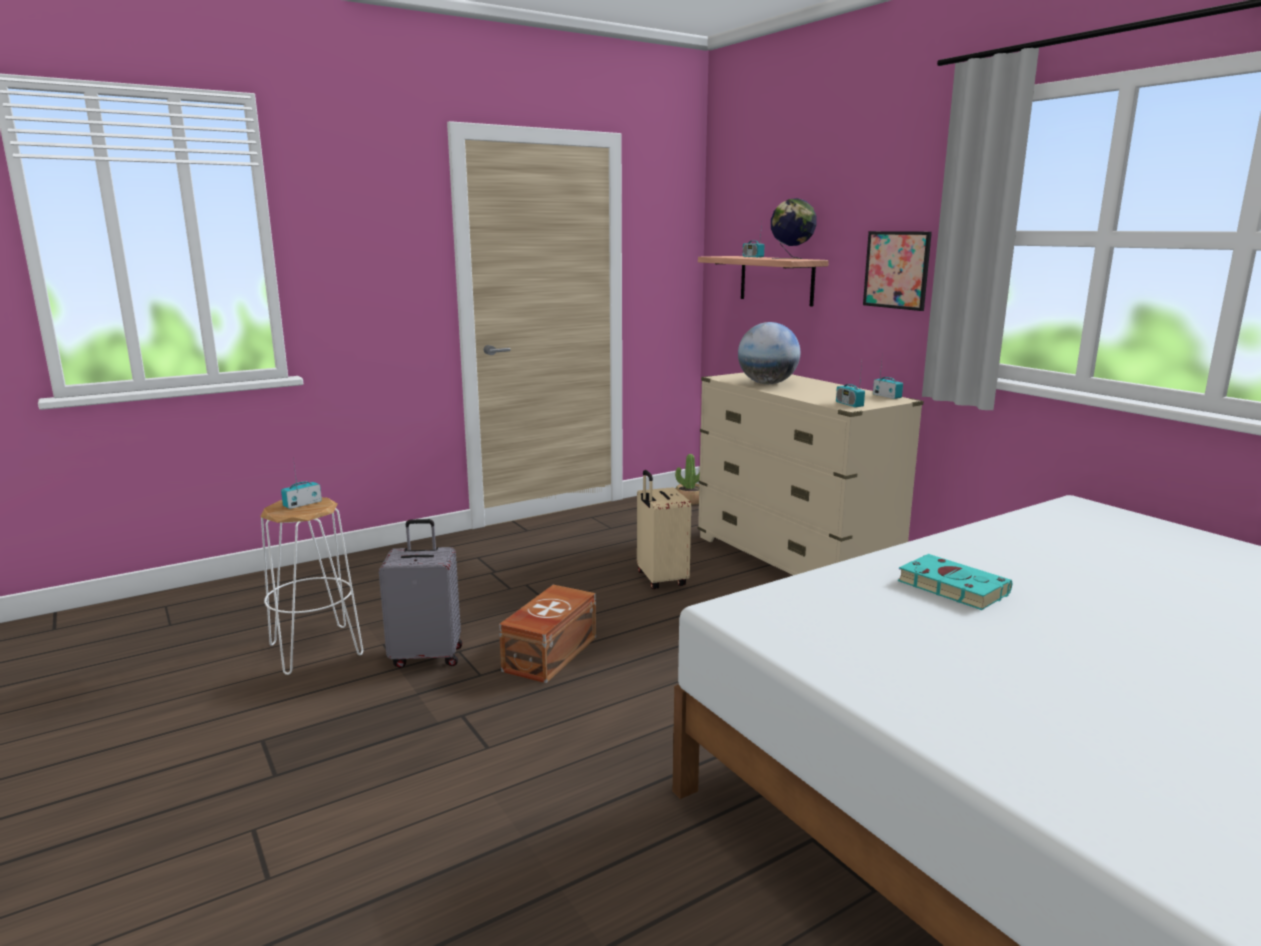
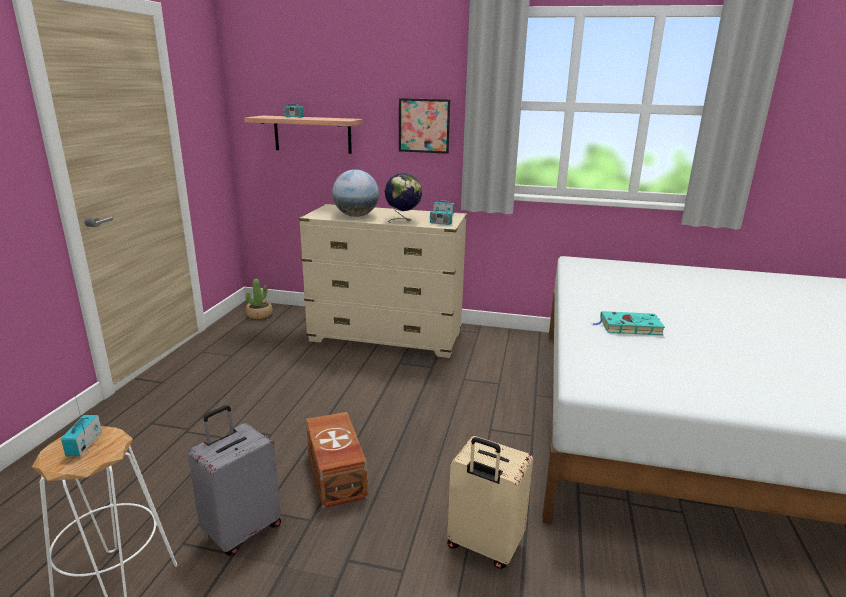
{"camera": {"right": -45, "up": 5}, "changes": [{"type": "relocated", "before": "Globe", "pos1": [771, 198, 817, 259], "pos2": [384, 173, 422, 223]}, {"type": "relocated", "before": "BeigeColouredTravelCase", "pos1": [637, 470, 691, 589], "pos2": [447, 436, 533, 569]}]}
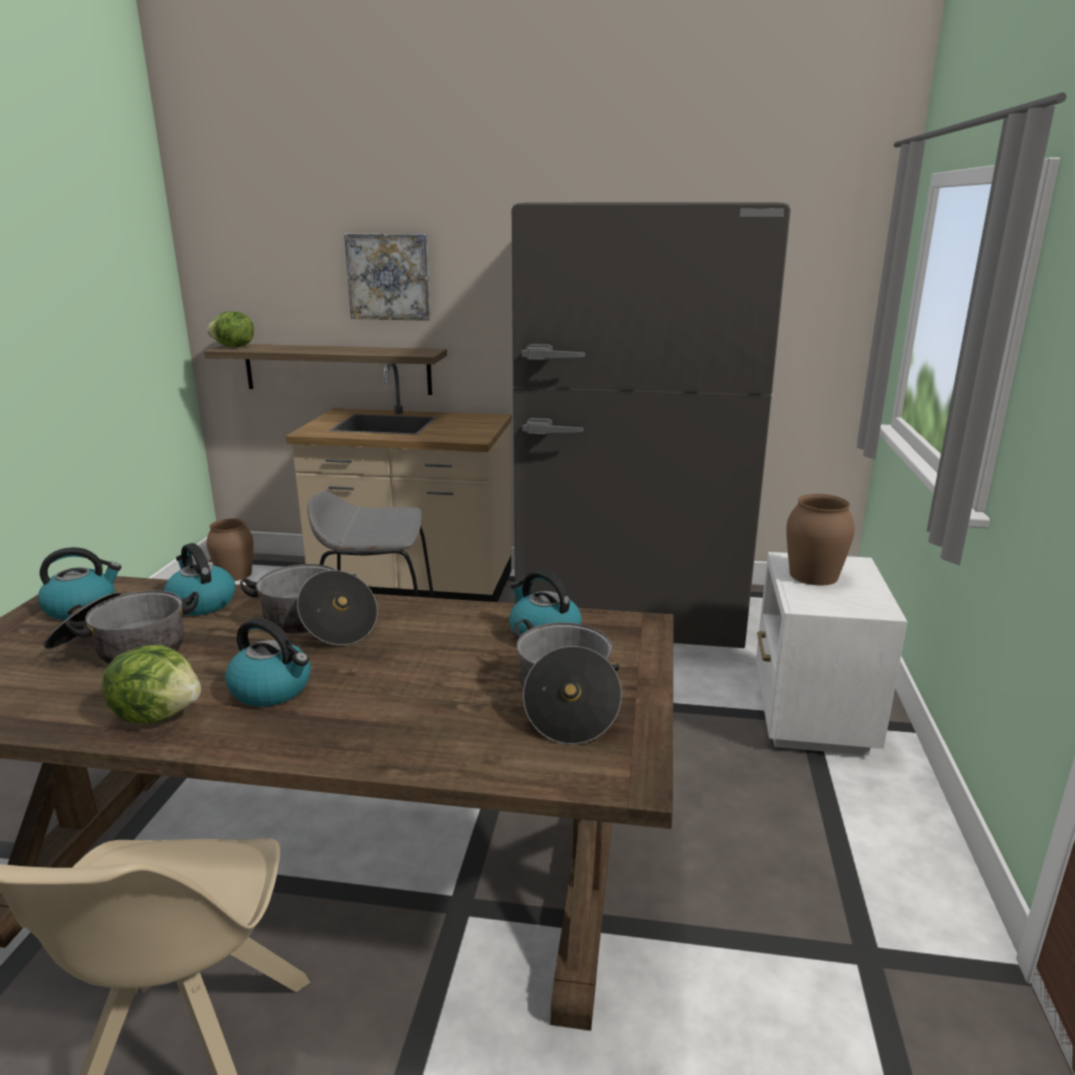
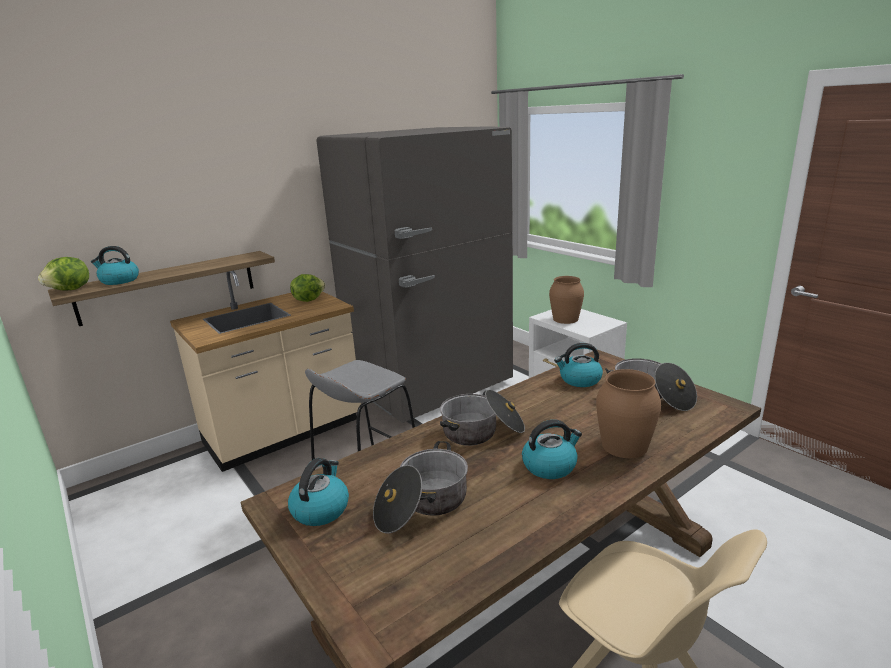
{"camera": {"right": -45, "up": 0}, "changes": [{"type": "missing", "before": "WallPicture", "pos1": [344, 234, 431, 321]}, {"type": "relocated", "before": "BrownishVase", "pos1": [206, 518, 254, 581], "pos2": [596, 369, 661, 458]}, {"type": "relocated", "before": "TeaKettle", "pos1": [164, 543, 235, 616], "pos2": [91, 246, 139, 285]}, {"type": "relocated", "before": "LettuceHead", "pos1": [101, 645, 201, 724], "pos2": [290, 274, 326, 302]}]}
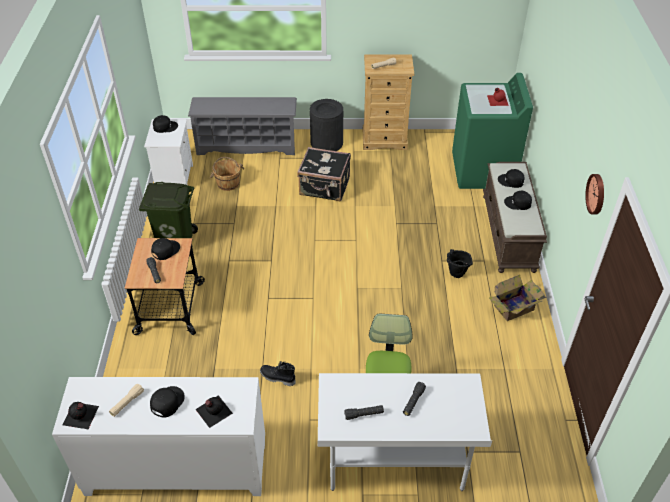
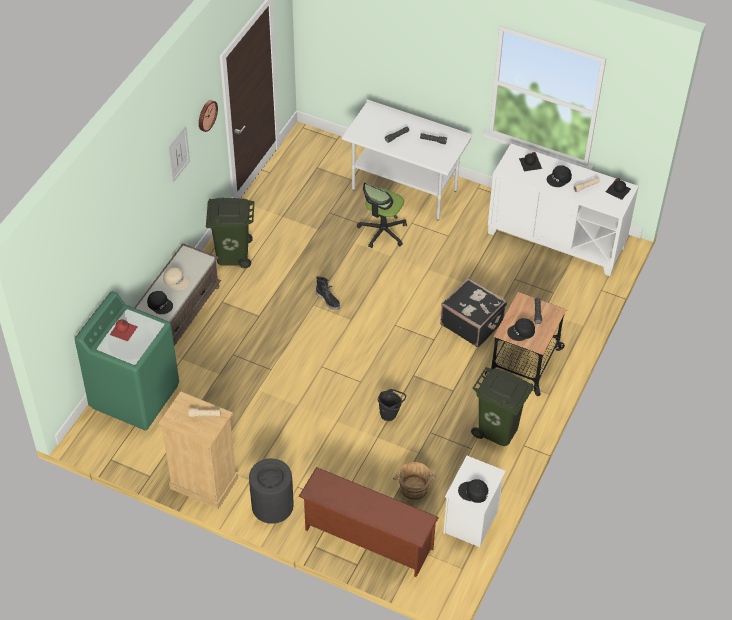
{"camera": {"right": -155, "up": 5}, "changes": [{"type": "colour", "before": "GreyishShoeShelf", "after": "BrownishShoeShelf", "pos1": [188, 97, 297, 155], "pos2": [299, 467, 439, 577]}, {"type": "relocated", "before": "BlackishTravelCase", "pos1": [297, 147, 351, 201], "pos2": [440, 278, 507, 348]}, {"type": "colour", "before": "BlackishBaseballCap", "after": "BeigeColouredBaseballCap", "pos1": [504, 191, 532, 210], "pos2": [163, 267, 189, 290]}, {"type": "relocated", "before": "BlackishBucket", "pos1": [447, 249, 473, 278], "pos2": [378, 389, 406, 421]}, {"type": "exchanged", "before": "Carton", "after": "GreenColouredTrashCan", "pos1": [489, 275, 546, 321], "pos2": [206, 197, 255, 268]}, {"type": "relocated", "before": "BlackishBoot", "pos1": [260, 361, 296, 386], "pos2": [316, 276, 340, 310]}, {"type": "appeared", "after": "WallPicture", "pos2": [168, 125, 190, 183]}]}
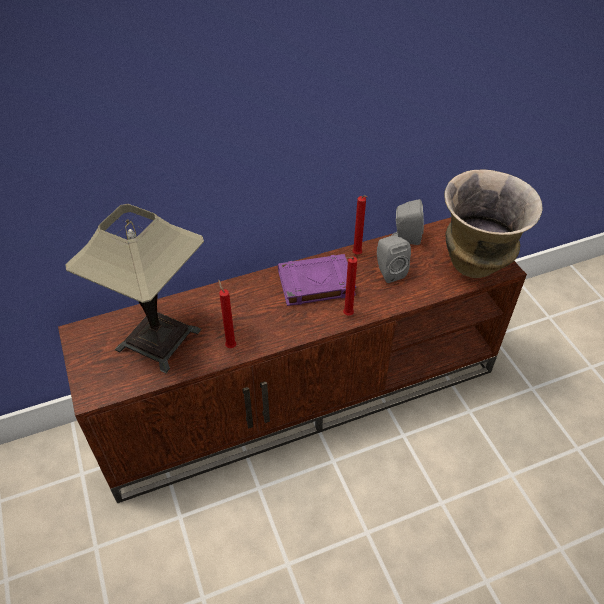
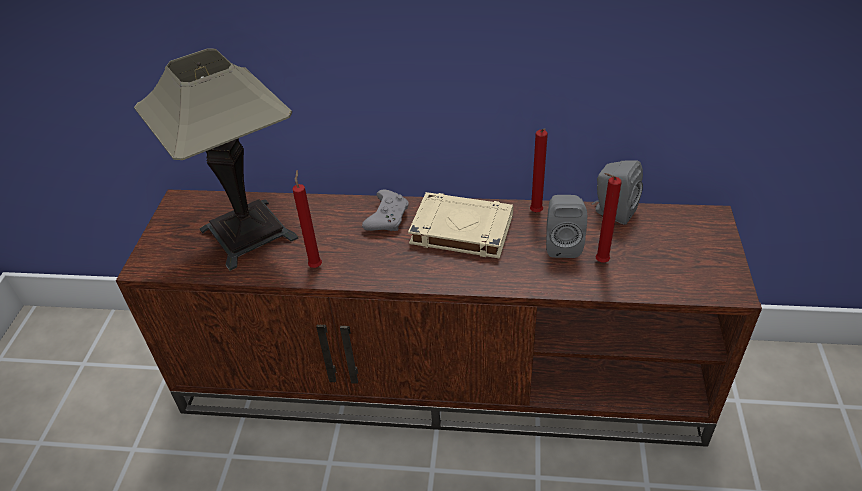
{"camera": {"right": 30, "up": -5}, "changes": [{"type": "missing", "before": "Vase", "pos1": [444, 170, 542, 278]}, {"type": "colour", "before": "PurpleBoundBook", "after": "BeigeColouredBoundBook", "pos1": [278, 254, 356, 306], "pos2": [408, 192, 513, 259]}, {"type": "relocated", "before": "RedCandle", "pos1": [343, 257, 357, 316], "pos2": [595, 173, 622, 262]}, {"type": "appeared", "after": "GreyishGameController", "pos2": [362, 189, 409, 231]}]}
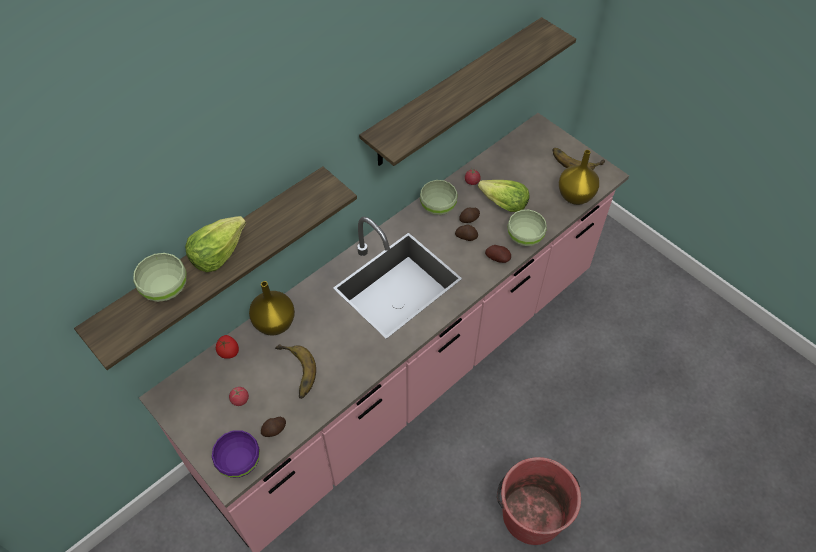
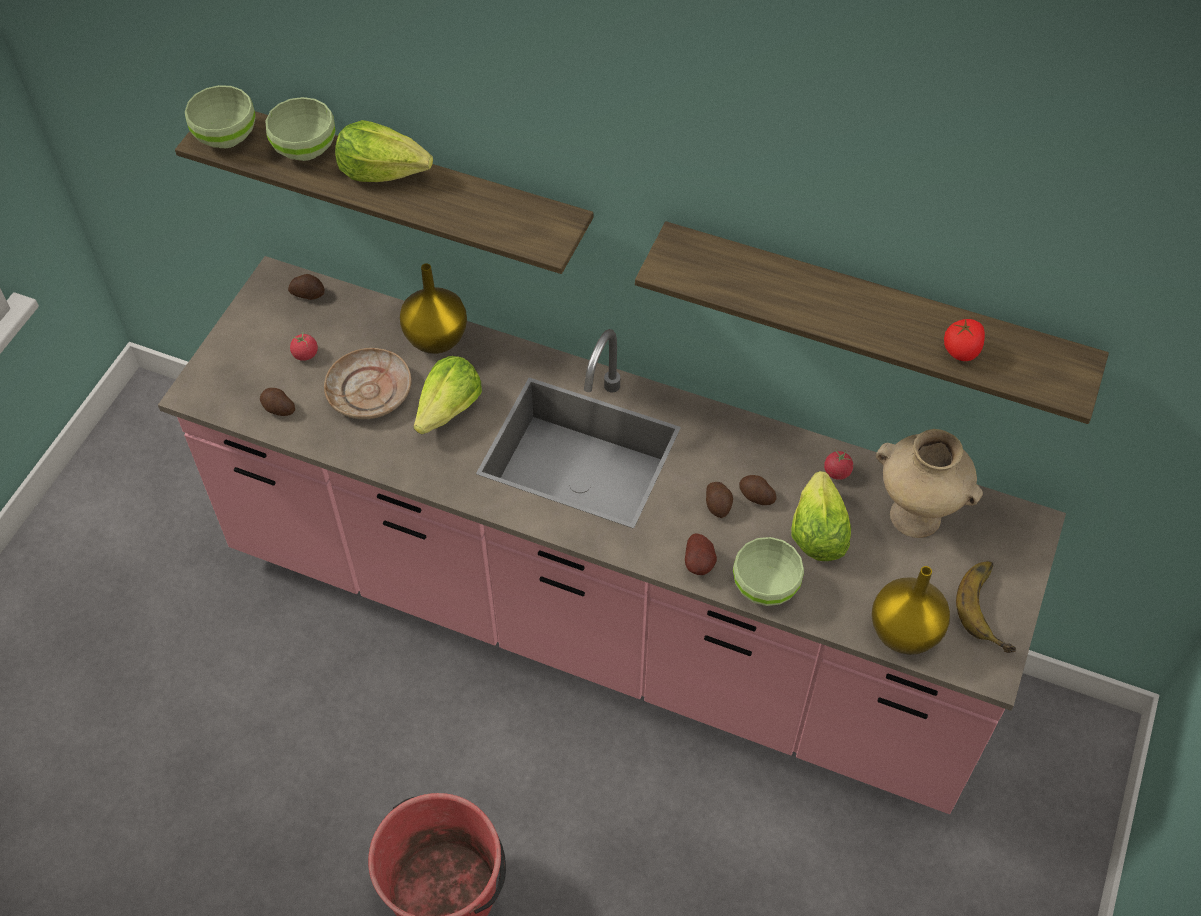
{"camera": {"right": 65, "up": 0}, "changes": [{"type": "relocated", "before": "GreenColouredBowl", "pos1": [420, 180, 457, 215], "pos2": [185, 85, 256, 148]}, {"type": "relocated", "before": "Tomato", "pos1": [216, 335, 239, 359], "pos2": [944, 319, 985, 361]}, {"type": "exchanged", "before": "Banana", "after": "BeigeColouredDinnerPlate", "pos1": [275, 344, 316, 399], "pos2": [324, 348, 411, 419]}, {"type": "missing", "before": "PurpleBowl", "pos1": [212, 430, 260, 478]}, {"type": "appeared", "after": "Spud", "pos2": [288, 274, 325, 300]}, {"type": "appeared", "after": "LettuceHead", "pos2": [414, 356, 482, 434]}, {"type": "appeared", "after": "BeigeColouredVase", "pos2": [876, 429, 983, 538]}]}
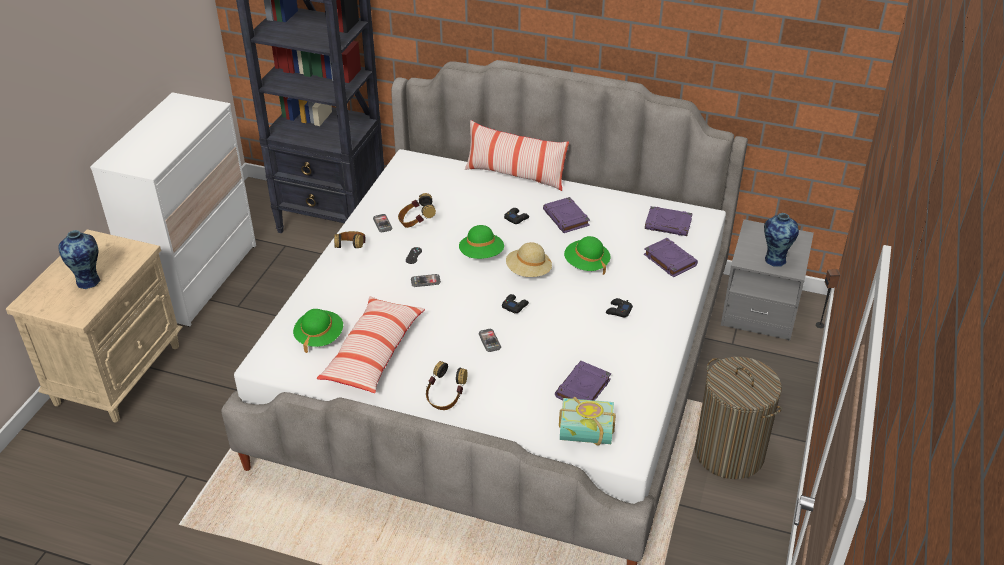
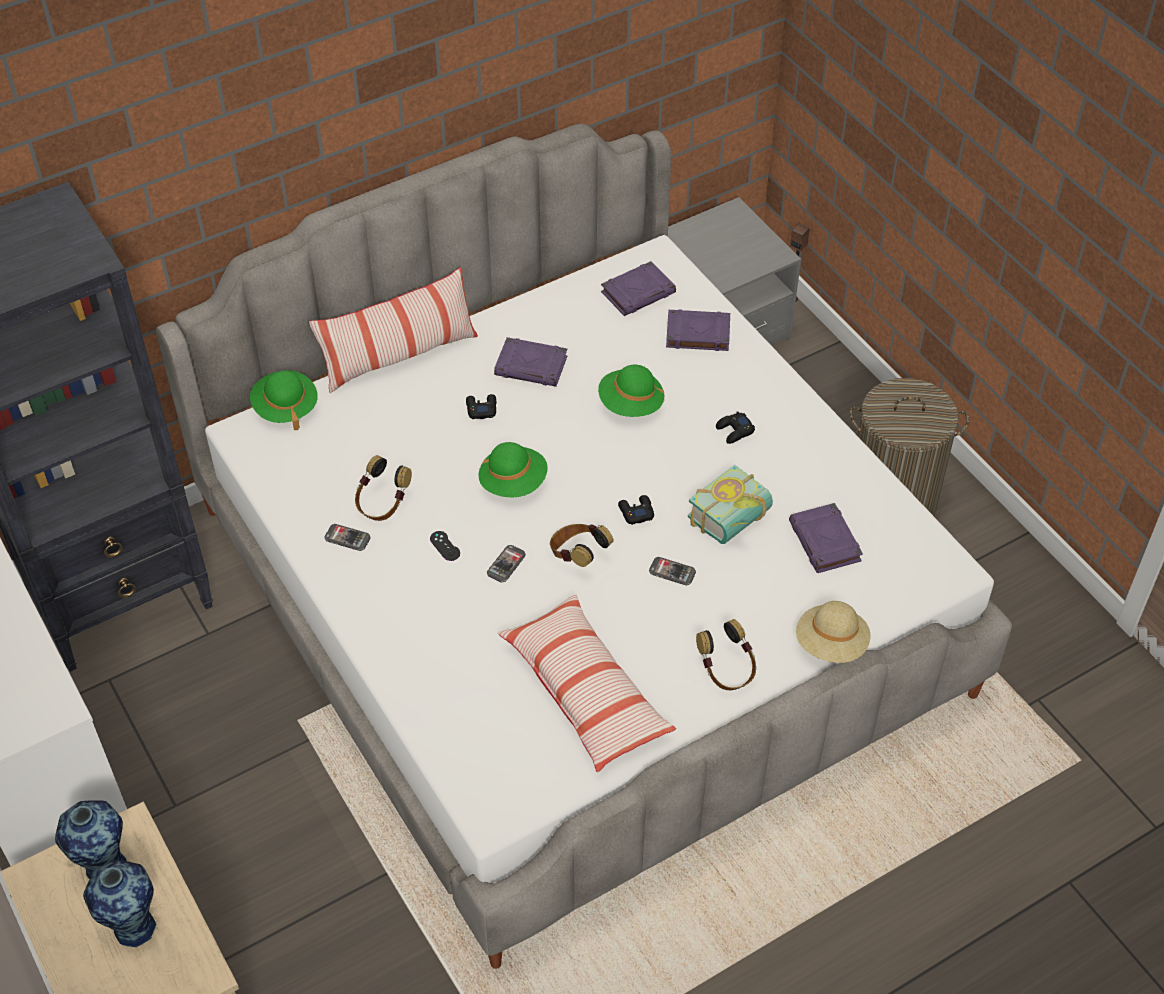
{"camera": {"right": -50, "up": 10}, "changes": [{"type": "relocated", "before": "Vase", "pos1": [764, 213, 799, 267], "pos2": [55, 800, 127, 879]}, {"type": "relocated", "before": "Headset", "pos1": [334, 231, 366, 248], "pos2": [550, 524, 614, 567]}, {"type": "relocated", "before": "BeigeColouredClothingHat", "pos1": [506, 242, 552, 277], "pos2": [796, 601, 871, 663]}, {"type": "relocated", "before": "GreenColouredClothingHat", "pos1": [293, 309, 343, 353], "pos2": [250, 370, 318, 430]}, {"type": "relocated", "before": "BoundBook", "pos1": [559, 397, 616, 445], "pos2": [688, 465, 773, 544]}]}
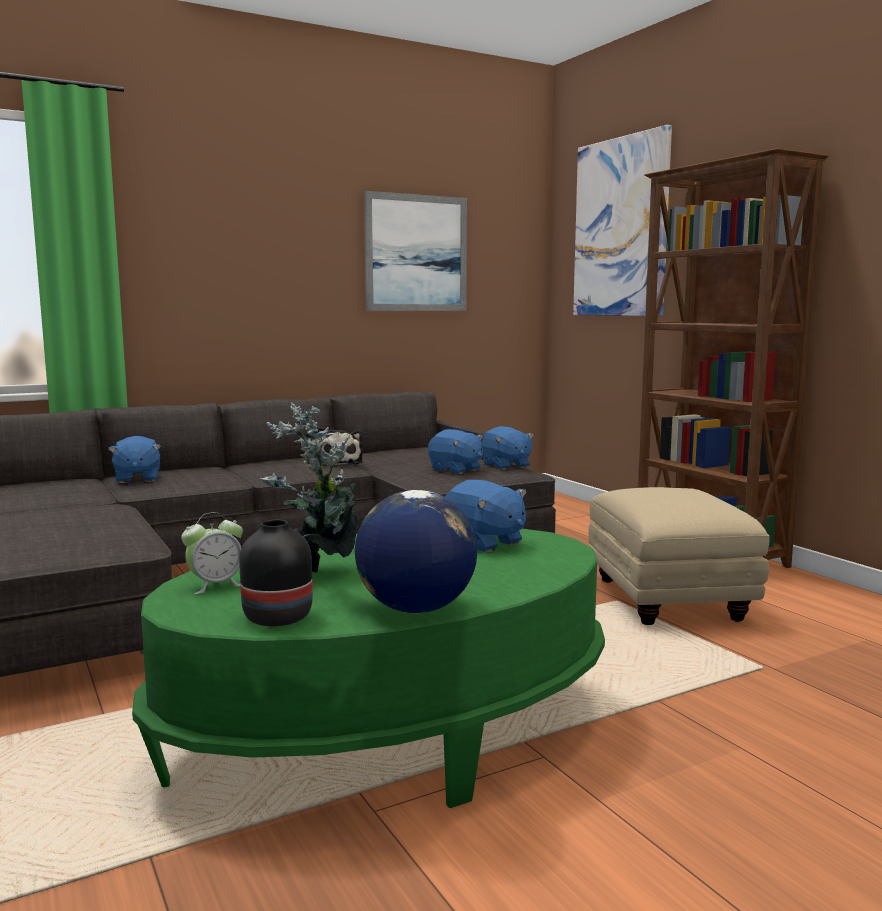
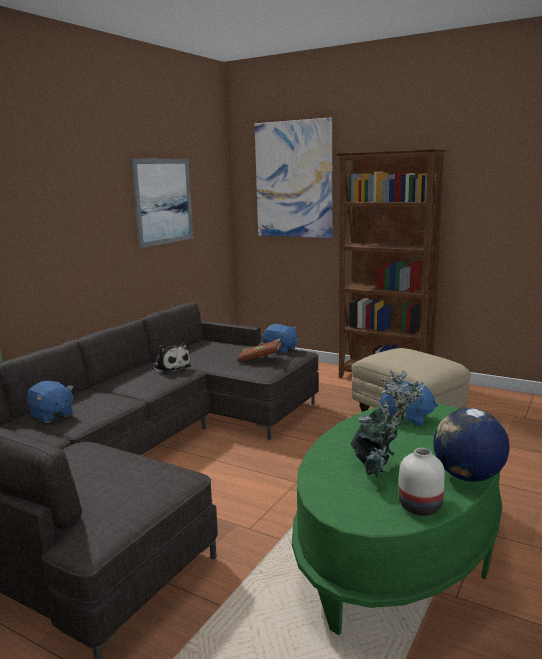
{"camera": {"right": -30, "up": 5}, "changes": [{"type": "exchanged", "before": "BluishCuddlyToy", "after": "BrownishBoundBook", "pos1": [428, 429, 483, 474], "pos2": [237, 339, 282, 362]}, {"type": "missing", "before": "TableClock", "pos1": [181, 512, 243, 594]}, {"type": "colour", "before": "BlackishVase", "after": "WhiteVase", "pos1": [239, 520, 313, 627], "pos2": [399, 448, 445, 516]}]}
